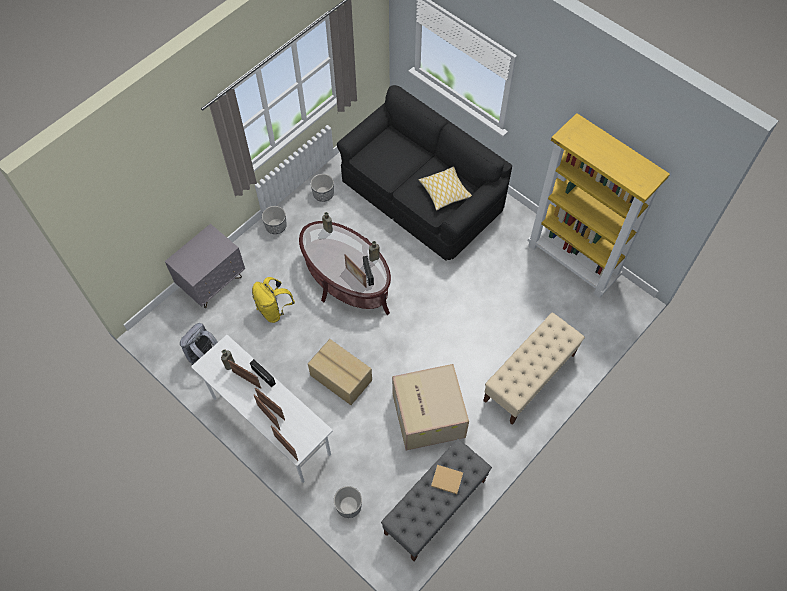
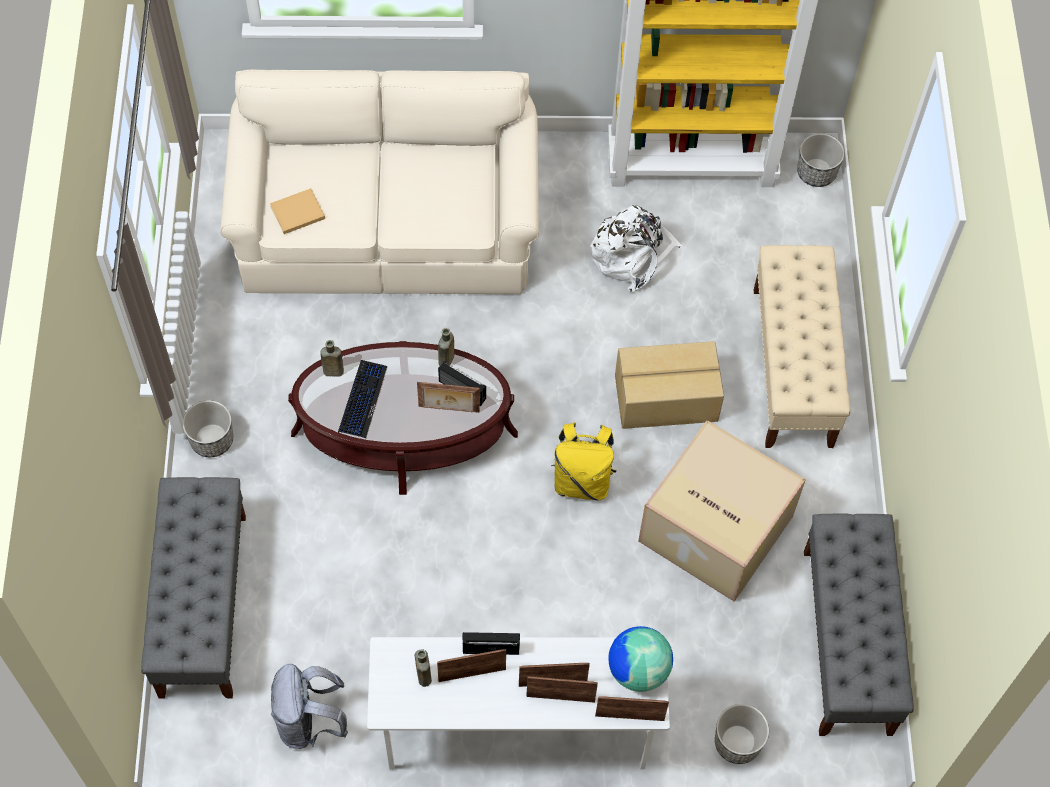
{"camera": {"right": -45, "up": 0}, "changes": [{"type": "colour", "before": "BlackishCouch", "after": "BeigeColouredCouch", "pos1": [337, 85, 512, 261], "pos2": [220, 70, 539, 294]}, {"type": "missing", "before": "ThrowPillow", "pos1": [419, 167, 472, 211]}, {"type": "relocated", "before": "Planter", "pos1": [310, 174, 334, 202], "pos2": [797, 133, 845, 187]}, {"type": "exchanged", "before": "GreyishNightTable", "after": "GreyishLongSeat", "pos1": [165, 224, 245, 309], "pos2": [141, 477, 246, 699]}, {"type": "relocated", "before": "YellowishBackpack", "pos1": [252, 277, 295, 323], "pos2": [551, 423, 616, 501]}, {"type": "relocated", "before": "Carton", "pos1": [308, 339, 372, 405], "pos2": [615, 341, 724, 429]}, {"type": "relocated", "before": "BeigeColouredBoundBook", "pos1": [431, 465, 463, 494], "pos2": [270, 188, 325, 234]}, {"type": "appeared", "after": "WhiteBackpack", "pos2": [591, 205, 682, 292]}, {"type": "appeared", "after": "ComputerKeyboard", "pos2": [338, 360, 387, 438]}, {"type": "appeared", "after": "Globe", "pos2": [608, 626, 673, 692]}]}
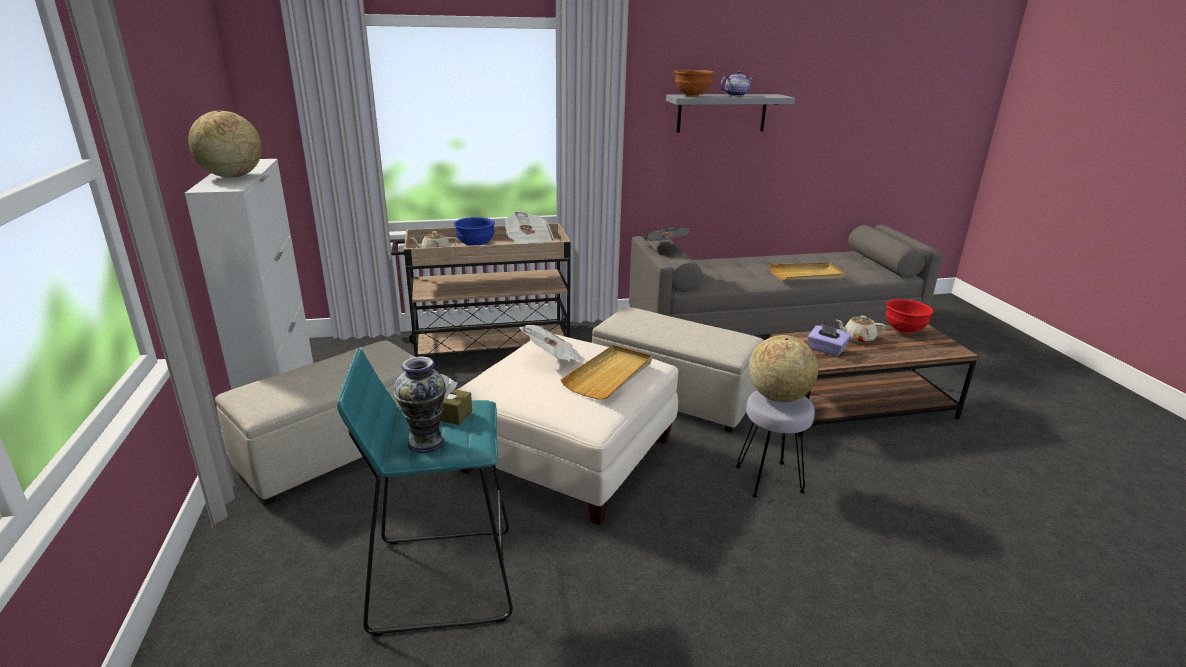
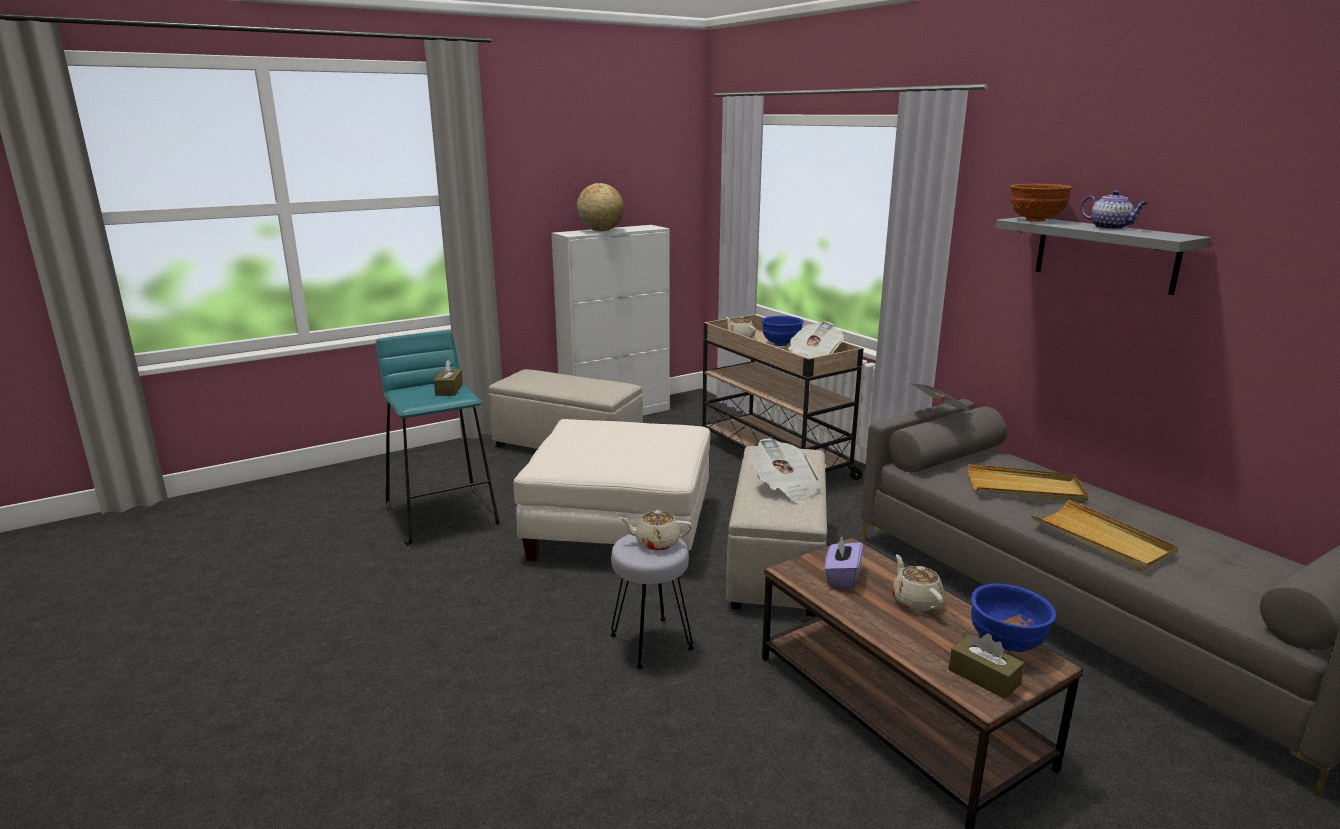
{"camera": {"right": 70, "up": -5}, "changes": [{"type": "colour", "before": "RedBowl", "after": "BluishBowl", "pos1": [886, 299, 934, 333], "pos2": [971, 584, 1056, 652]}, {"type": "relocated", "before": "PrintedPaper", "pos1": [519, 325, 588, 362], "pos2": [751, 438, 822, 504]}, {"type": "exchanged", "before": "Globe", "after": "BeigeColouredPotForTea", "pos1": [749, 335, 818, 402], "pos2": [619, 510, 692, 551]}, {"type": "relocated", "before": "BeigeColouredServingTray", "pos1": [560, 345, 652, 400], "pos2": [968, 464, 1088, 503]}, {"type": "missing", "before": "Vase", "pos1": [393, 357, 446, 453]}, {"type": "appeared", "after": "BrownishTissueHolder", "pos2": [949, 634, 1025, 699]}]}
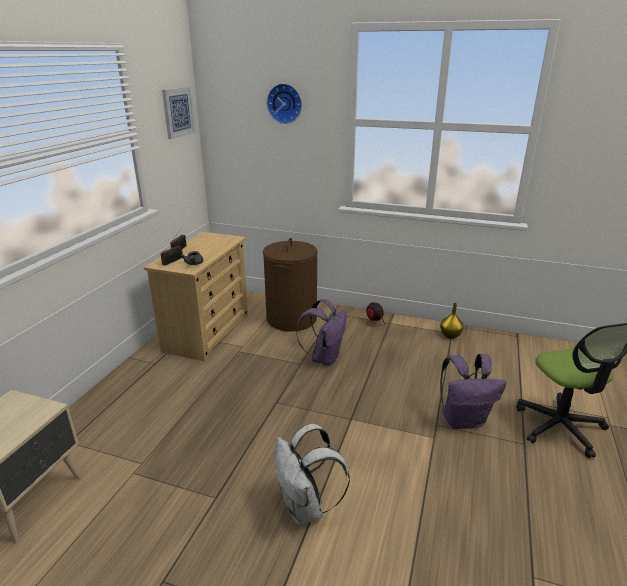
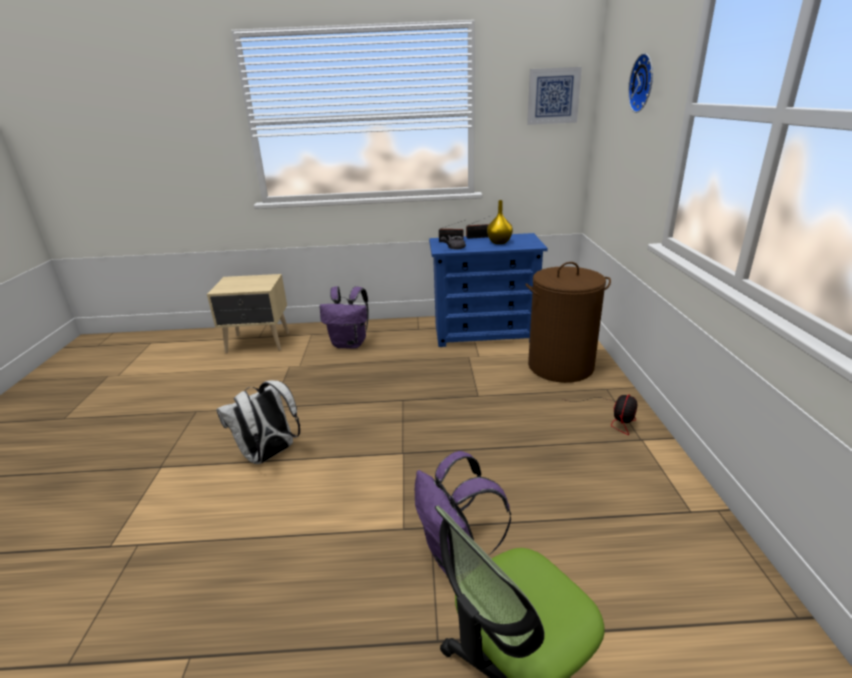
{"camera": {"right": 70, "up": 0}, "changes": [{"type": "colour", "before": "BeigeColouredChestOfDrawers", "after": "BluishChestOfDrawers", "pos1": [144, 232, 248, 361], "pos2": [429, 233, 548, 347]}, {"type": "relocated", "before": "PurpleBackpack", "pos1": [296, 299, 346, 366], "pos2": [319, 286, 368, 348]}, {"type": "relocated", "before": "YellowishVase", "pos1": [440, 303, 464, 339], "pos2": [487, 200, 513, 244]}]}
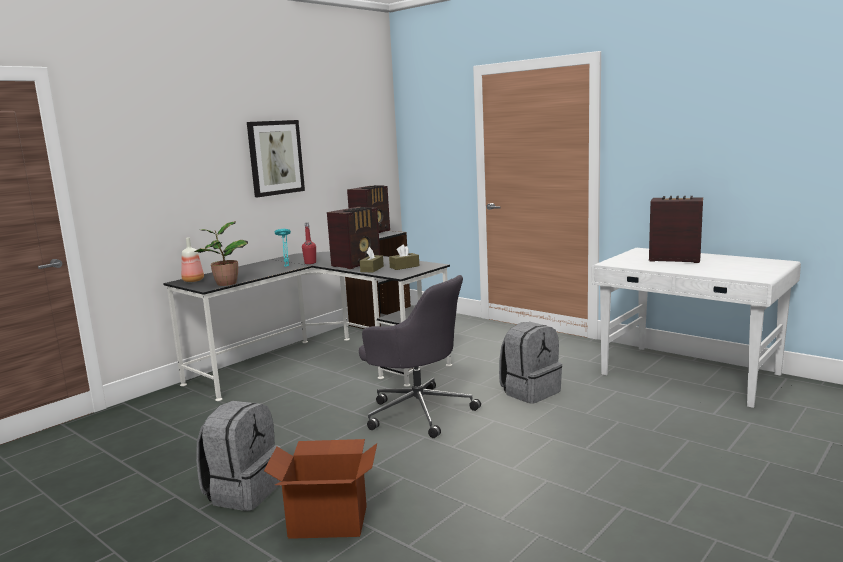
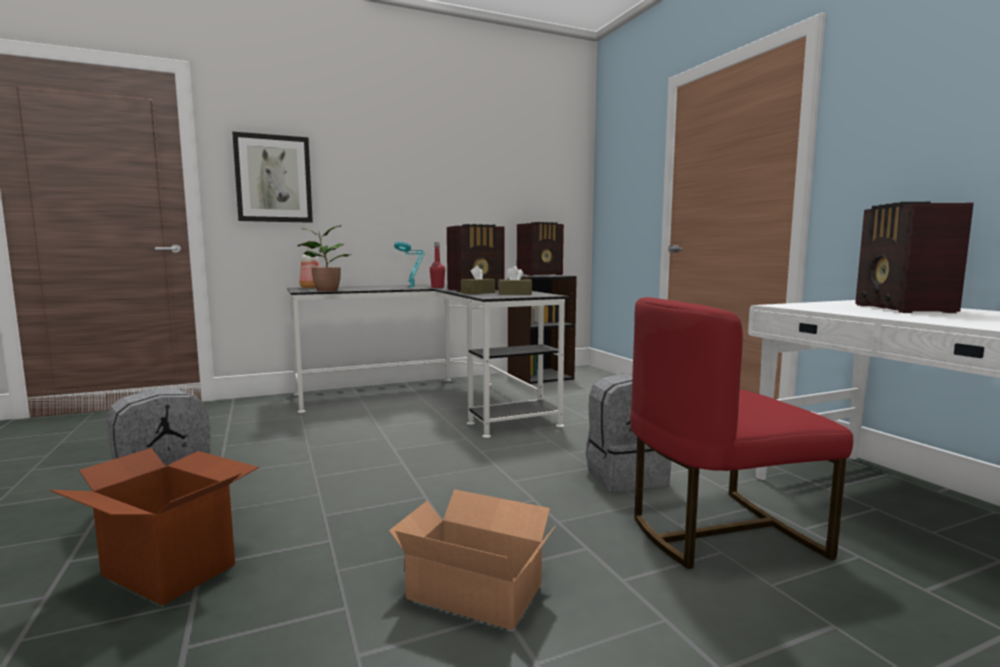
{"camera": {"right": 25, "up": -5}, "changes": [{"type": "relocated", "before": "WallPicture", "pos1": [247, 120, 305, 197], "pos2": [232, 132, 313, 223]}, {"type": "spun", "before": "RadioReceiver", "pos1": [649, 196, 703, 263], "pos2": [855, 202, 974, 313], "turn": -135}, {"type": "missing", "before": "GreyishDeskChair", "pos1": [359, 275, 481, 438]}, {"type": "appeared", "after": "RedChair", "pos2": [630, 297, 853, 569]}, {"type": "appeared", "after": "Carton", "pos2": [389, 489, 555, 630]}]}
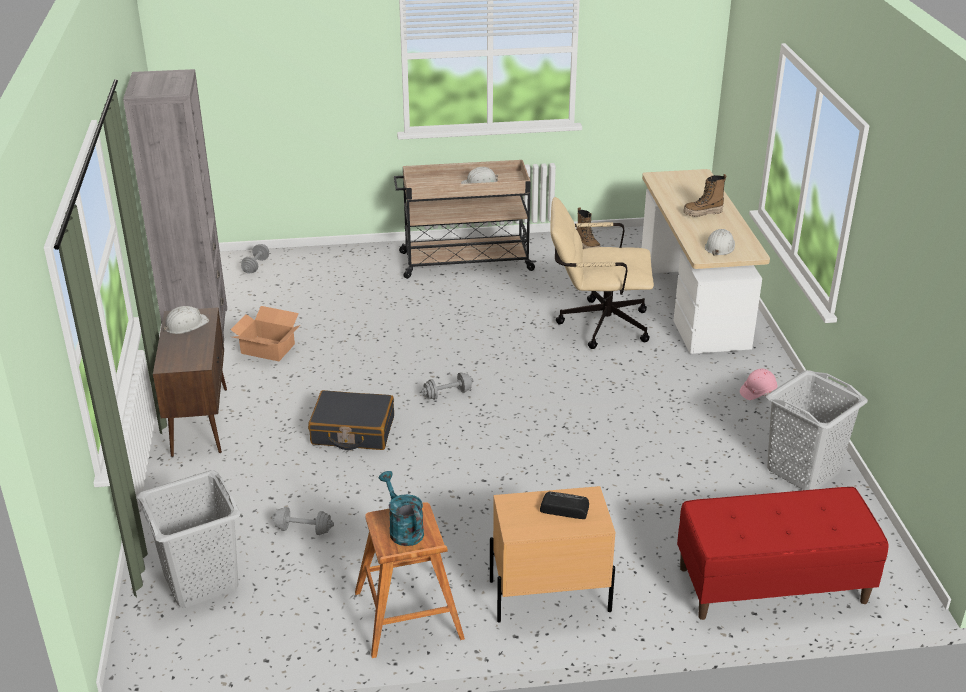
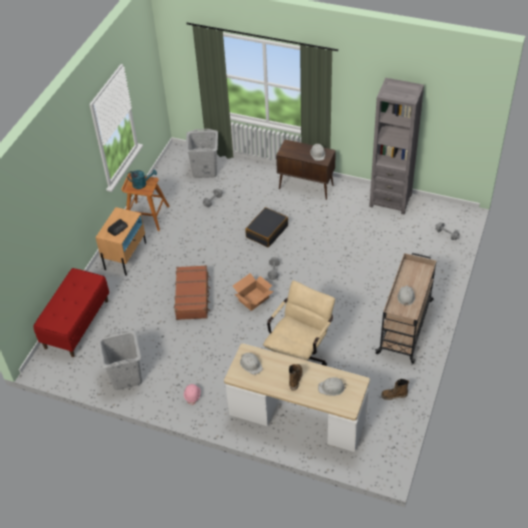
{"camera": {"right": 120, "up": 15}, "changes": [{"type": "relocated", "before": "Carton", "pos1": [231, 306, 300, 361], "pos2": [233, 273, 274, 311]}, {"type": "appeared", "after": "BrownishTravelCase", "pos2": [174, 265, 210, 320]}, {"type": "appeared", "after": "WhiteWorkHelmet", "pos2": [318, 377, 346, 396]}]}
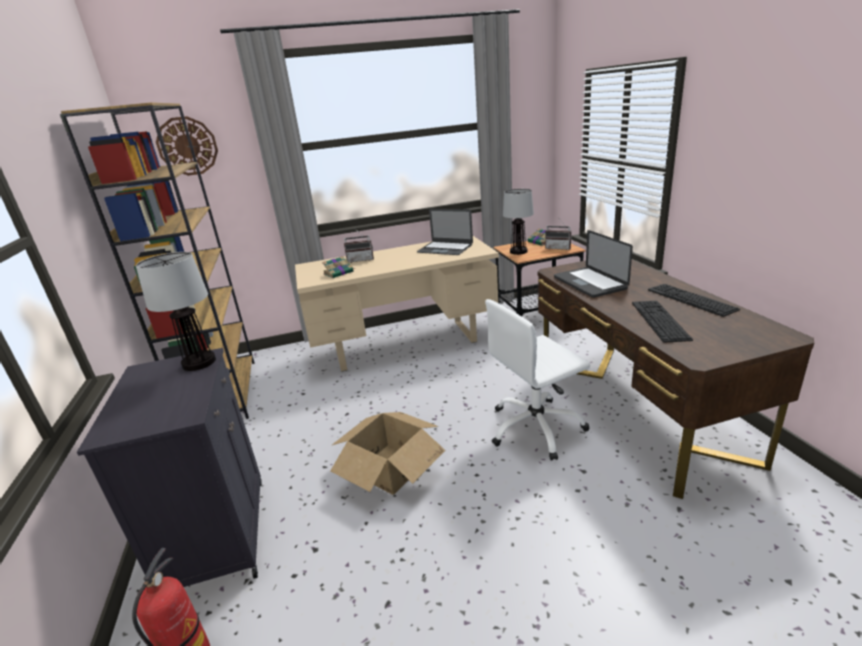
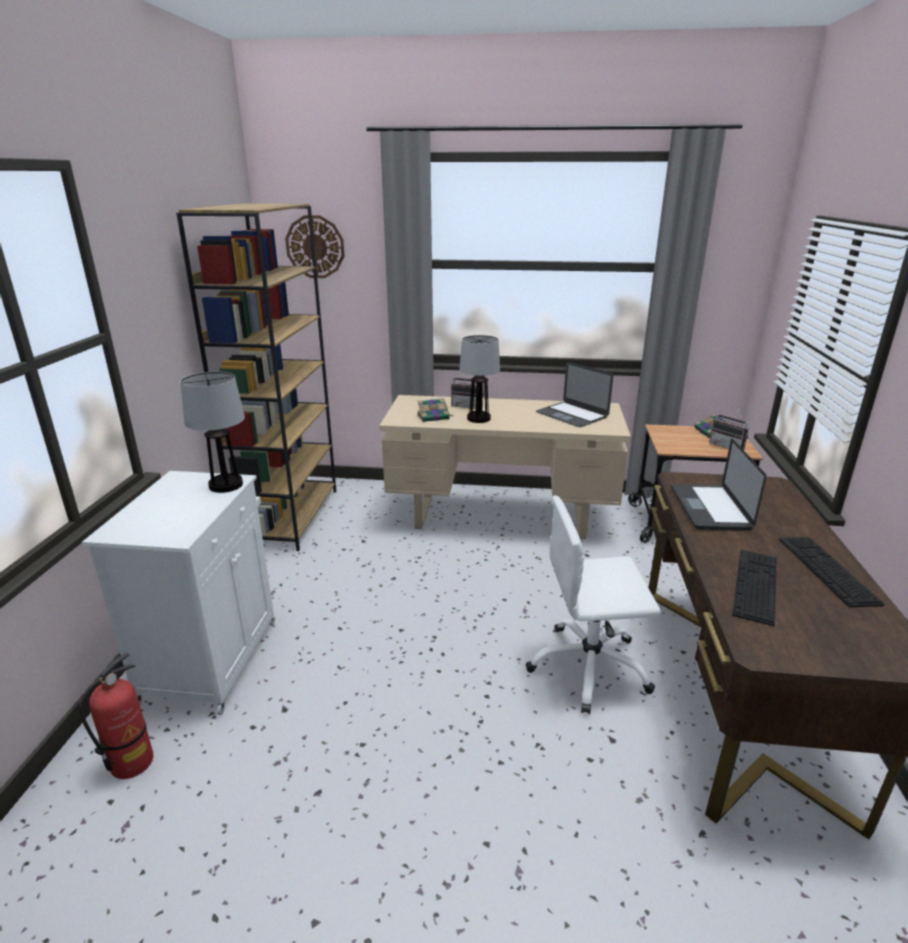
{"camera": {"right": 20, "up": 0}, "changes": [{"type": "relocated", "before": "LampForATable", "pos1": [503, 189, 534, 255], "pos2": [459, 335, 500, 423]}, {"type": "colour", "before": "BlackishCabinet", "after": "WhiteCabinet", "pos1": [77, 348, 262, 587], "pos2": [82, 471, 275, 715]}, {"type": "missing", "before": "Carton", "pos1": [330, 412, 445, 495]}]}
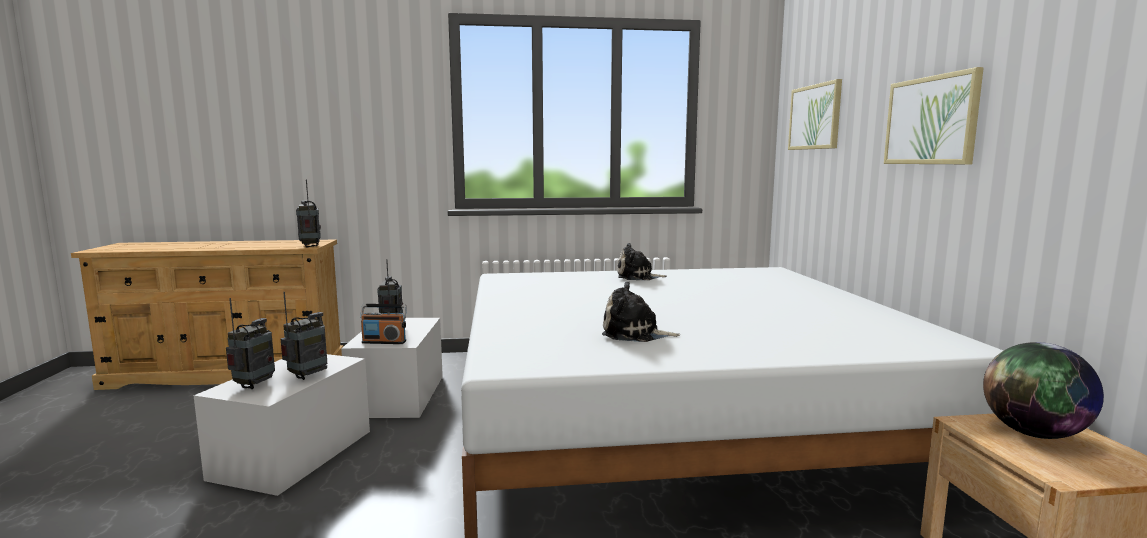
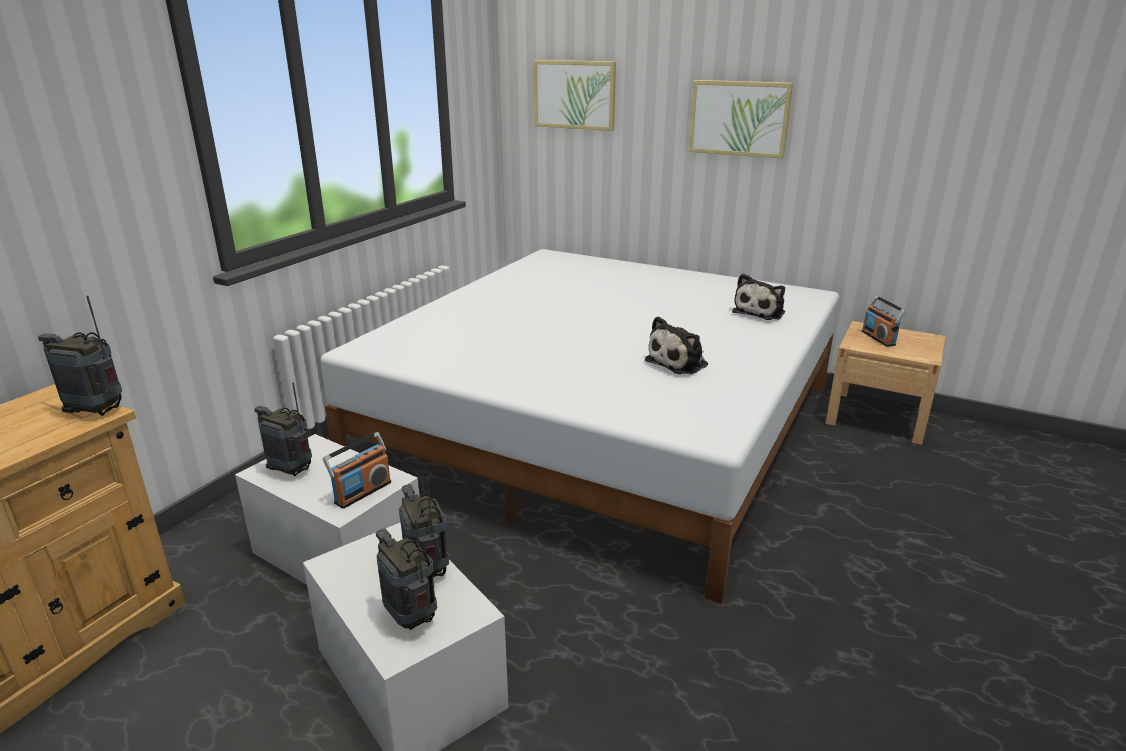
{"camera": {"right": -55, "up": 15}, "changes": [{"type": "relocated", "before": "CuddlyToy", "pos1": [617, 243, 667, 280], "pos2": [732, 274, 785, 320]}, {"type": "exchanged", "before": "Globe", "after": "RadioReceiver", "pos1": [983, 342, 1104, 439], "pos2": [862, 296, 907, 346]}]}
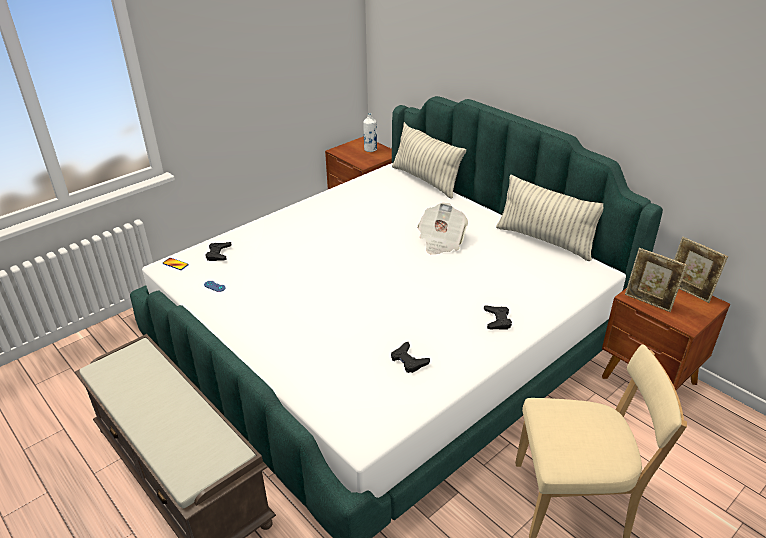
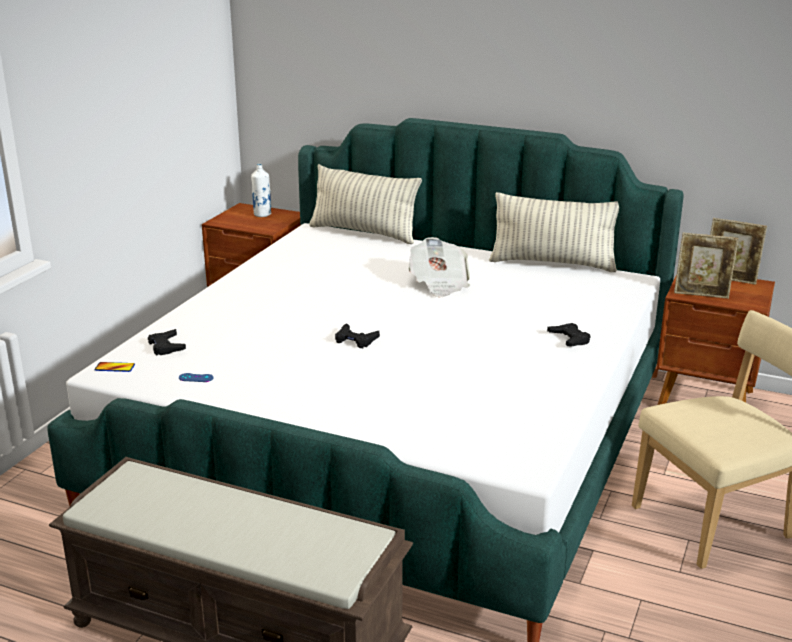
{"camera": {"right": -25, "up": -10}, "changes": [{"type": "relocated", "before": "BlackishGameController", "pos1": [391, 342, 430, 373], "pos2": [335, 323, 380, 348]}]}
